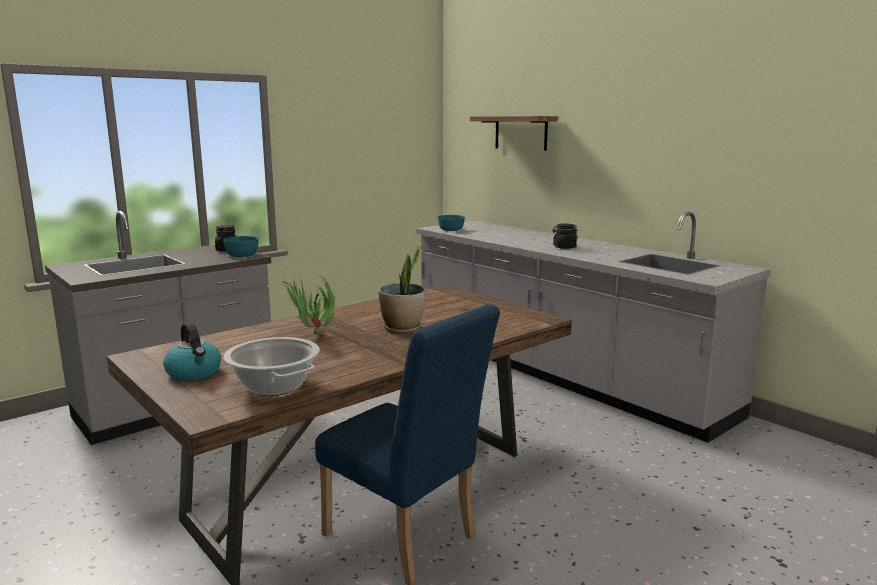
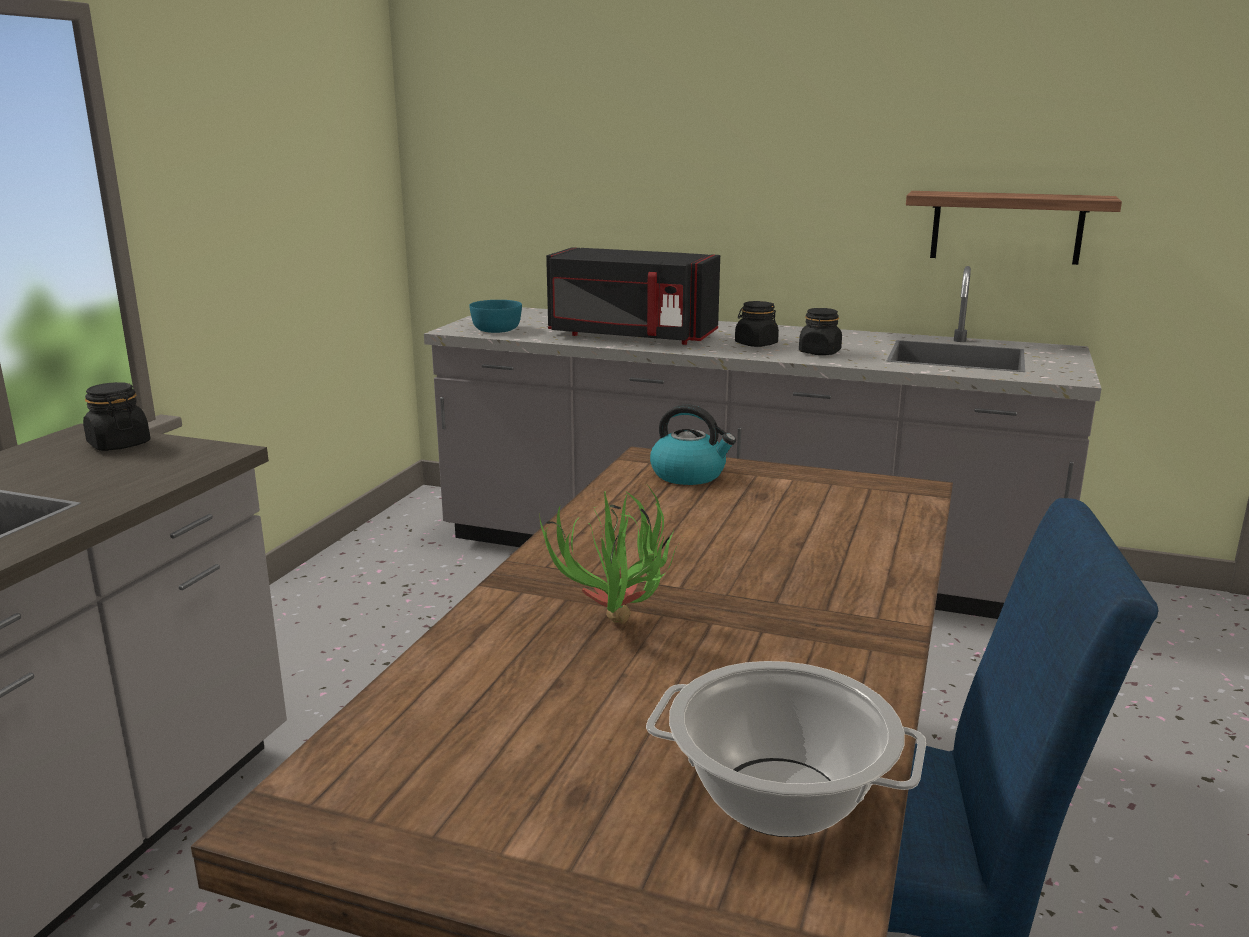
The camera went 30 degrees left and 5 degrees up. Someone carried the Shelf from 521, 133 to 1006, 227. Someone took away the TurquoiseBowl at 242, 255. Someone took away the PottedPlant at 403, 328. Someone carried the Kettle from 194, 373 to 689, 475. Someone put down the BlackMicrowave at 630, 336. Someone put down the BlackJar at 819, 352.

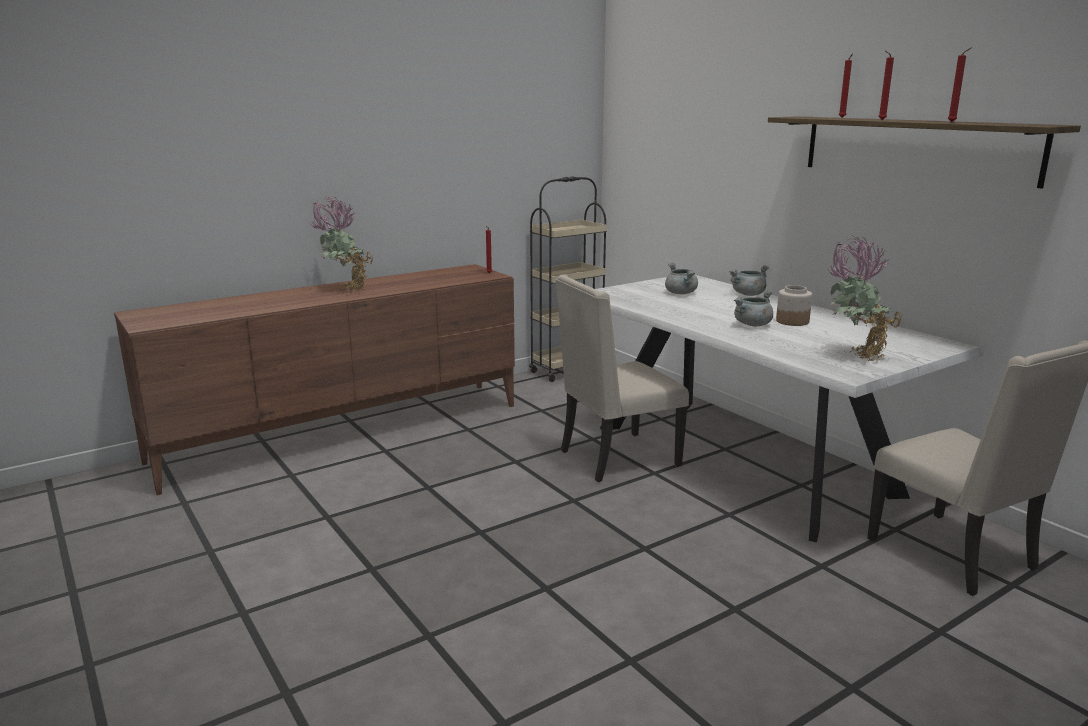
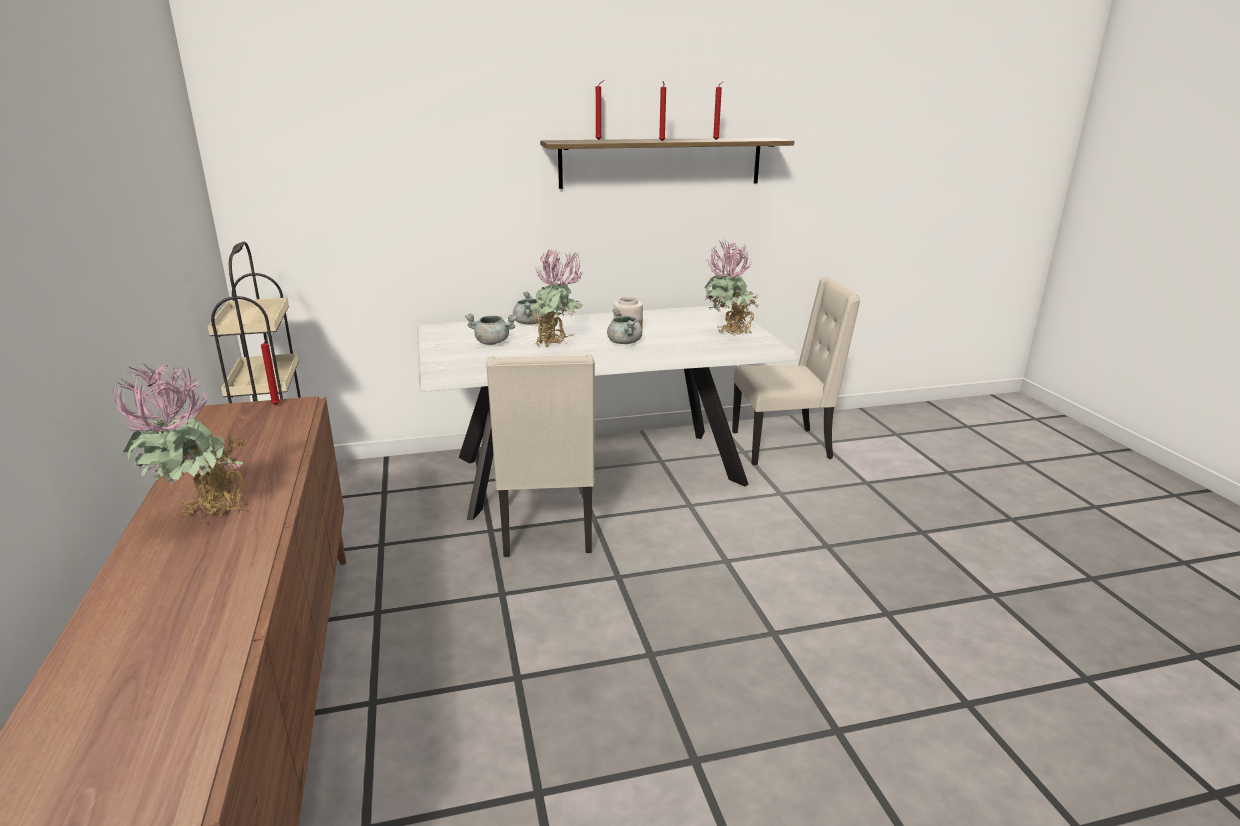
The camera went 70 degrees left and 5 degrees up. Someone put down the PottedPlant at 557, 346.

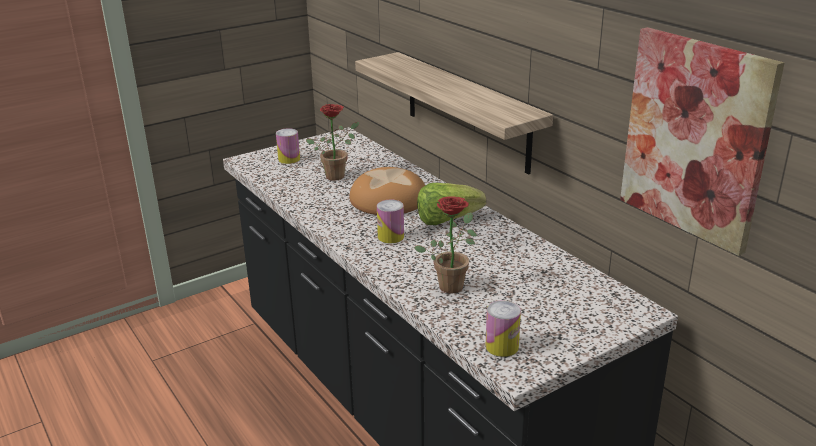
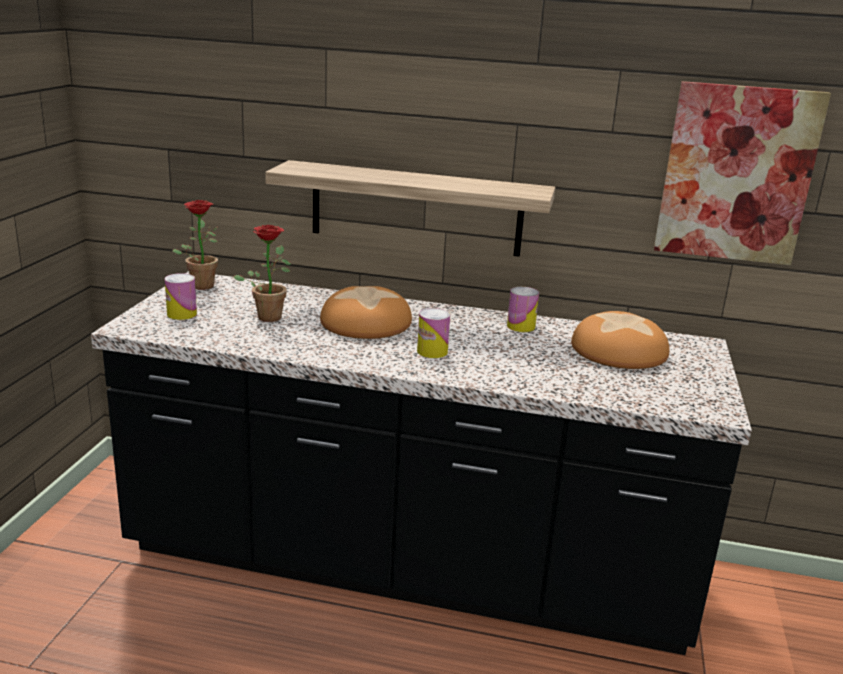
The camera went 45 degrees left and 5 degrees down. Someone took away the Lettuce at 447, 220. Someone carried the PottedPlant from 452, 284 to 201, 284. Someone carried the Can from 502, 346 to 521, 326. Someone put down the Bread at 618, 351.

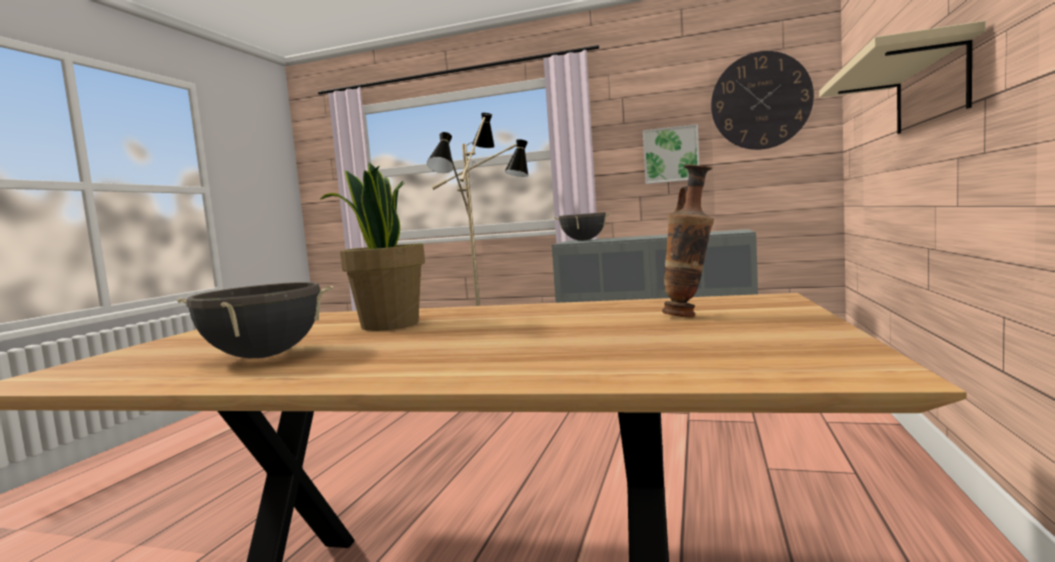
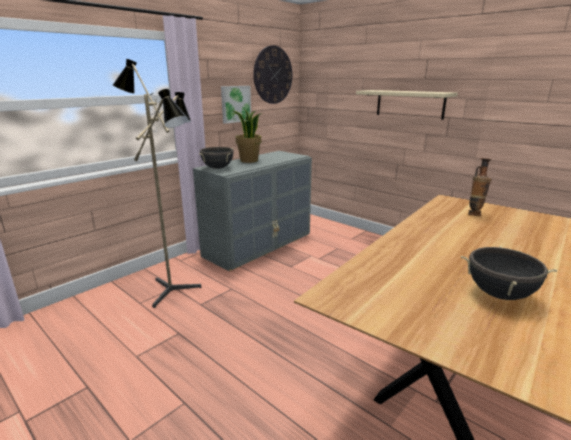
The camera went 65 degrees left and 15 degrees up. Someone carried the PottedPlant from 388, 325 to 249, 161.

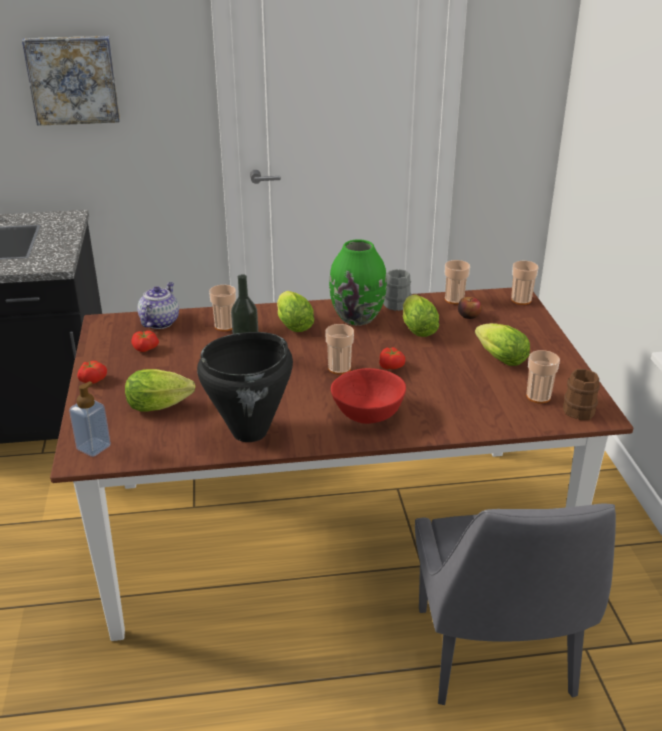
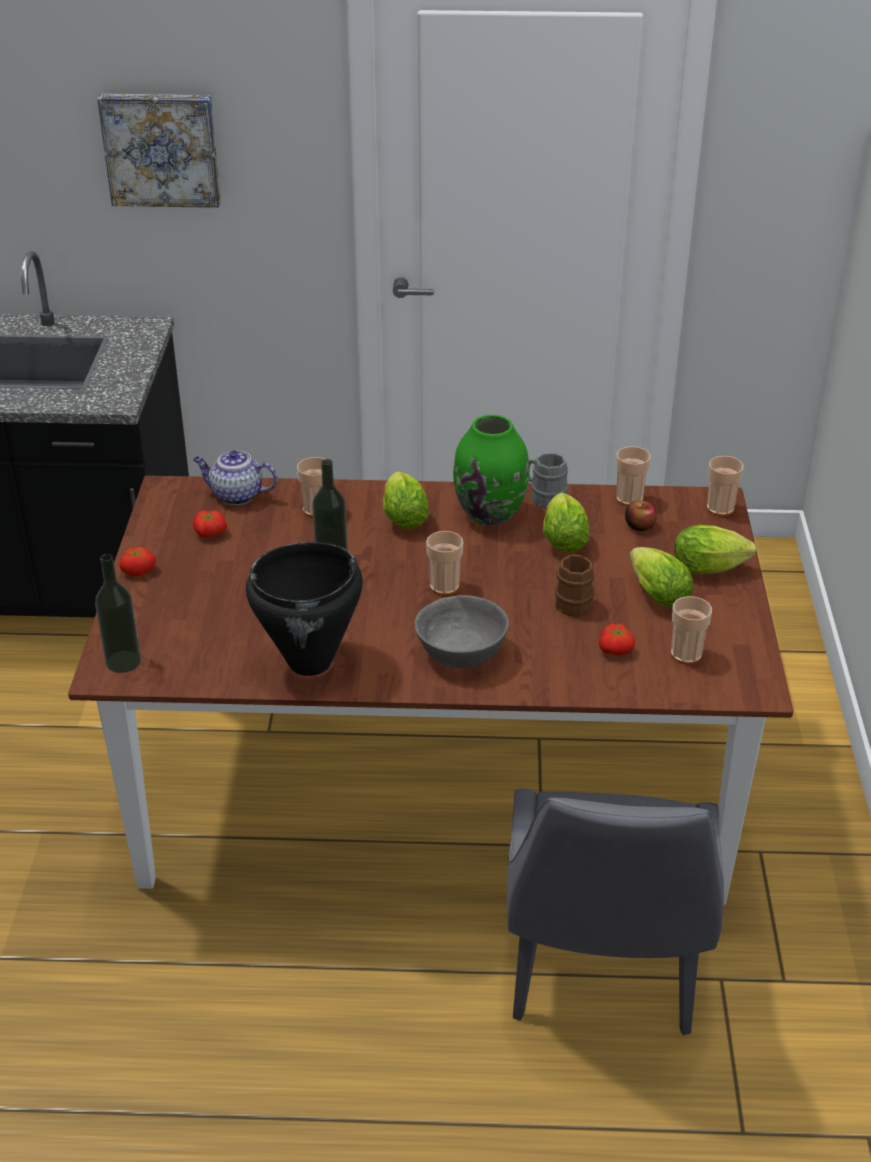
The camera went 10 degrees right and 5 degrees up. Someone rotated the Teapot at 160, 322 by 105 degrees counterclockwise. Someone carried the Tomato from 392, 366 to 616, 649. Someone repainted the RedBowl at 367, 412, which became the GreyBowl at 461, 652. Someone carried the Lettuce from 162, 406 to 712, 569. Someone carried the BrownMug from 577, 408 to 574, 601. Someone swapped the SoapDispenser at 93, 447 for the Bottle at 123, 661.

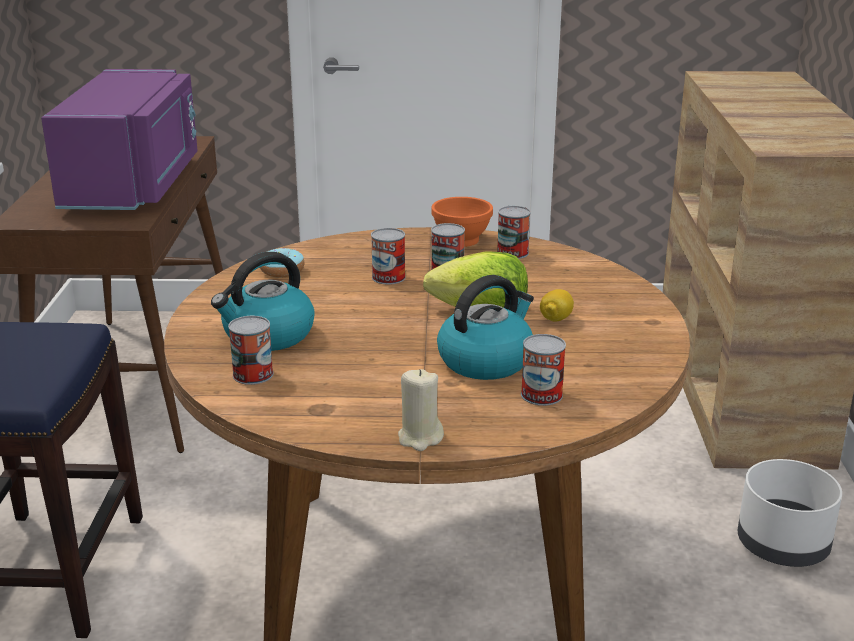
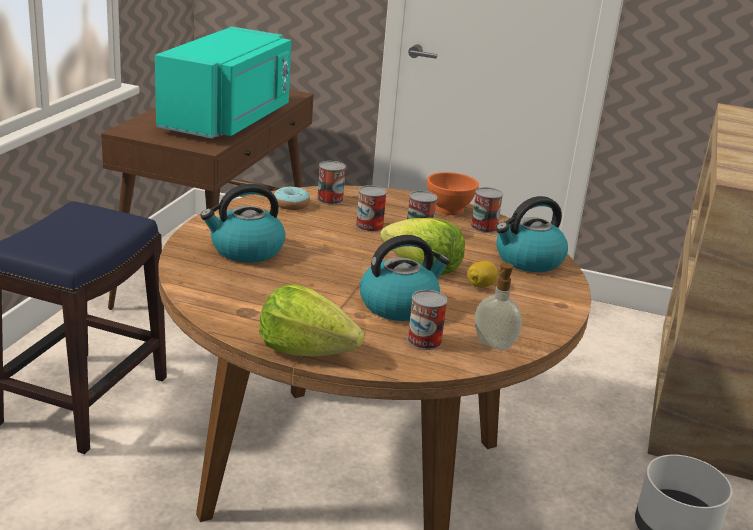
The camera went 15 degrees right and 0 degrees up. Someone repainted the PurpleMicrowave at 135, 184, which became the TurquoiseMicrowave at 229, 120. Someone carried the Can from 253, 374 to 330, 199. Someone swapped the BeigeCandle at 420, 438 for the Lettuce at 305, 350. Someone put down the Kettle at 528, 260. Someone put down the SoapDispenser at 493, 345.

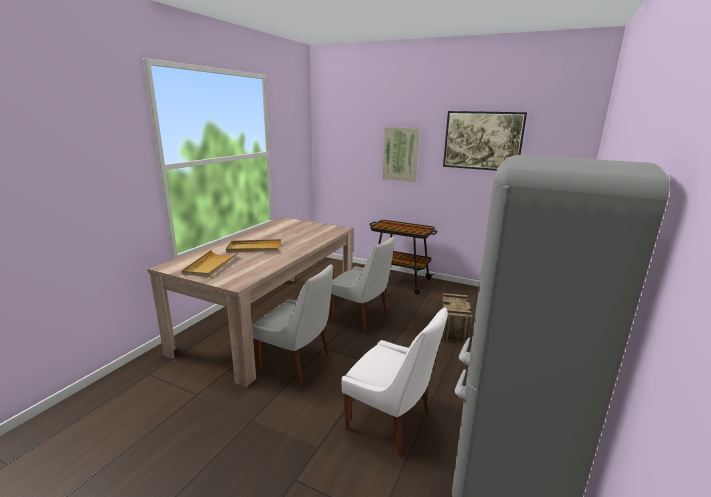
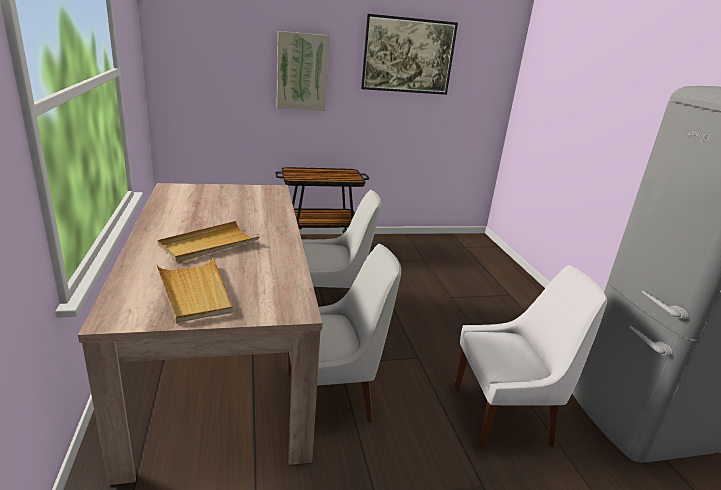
The camera went 40 degrees left and 5 degrees up. Someone took away the Crate at 454, 329.

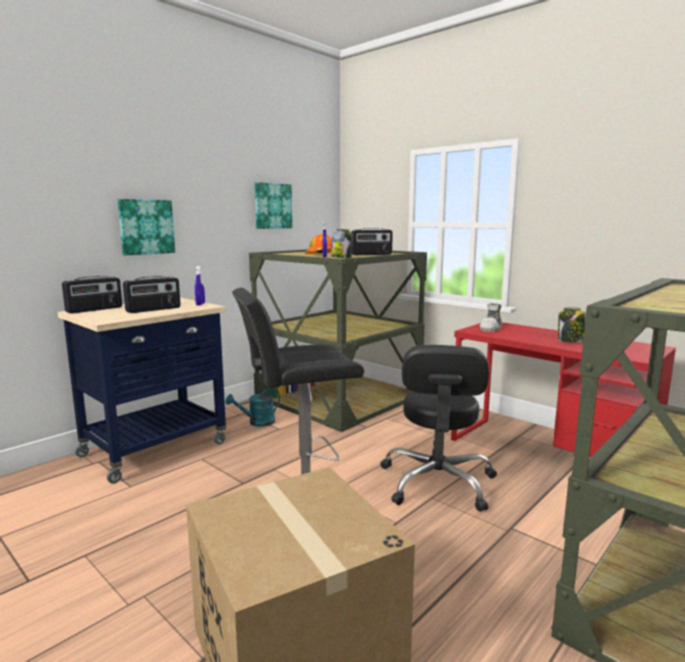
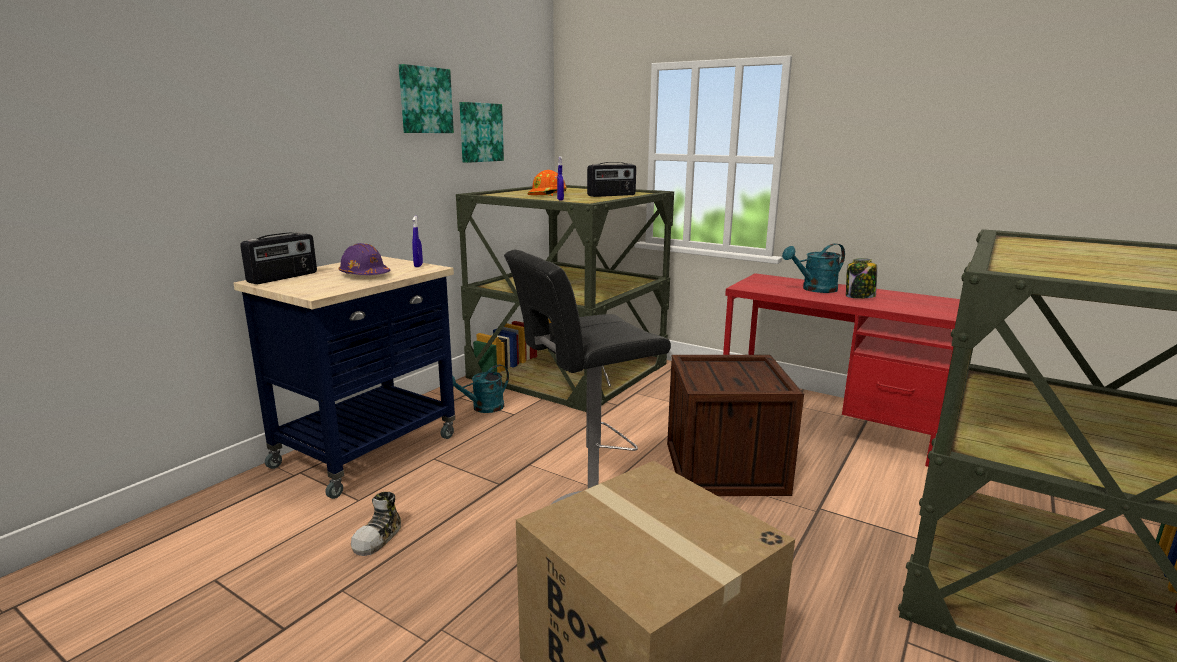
The camera went 10 degrees left and 5 degrees up. Someone carried the Picture from 146, 227 to 425, 100. Someone took away the Jar at 341, 257. Someone swapped the Radio at 154, 310 for the PurpleHardHat at 364, 275. Someone carried the Shoe from 491, 328 to 379, 538. Someone swapped the BlackOfficeChair at 437, 485 for the Crate at 724, 468. Someone put down the TurquoiseWateringCan at 814, 289.

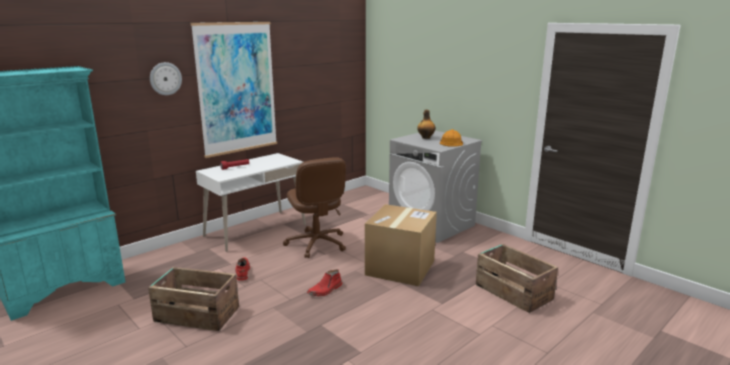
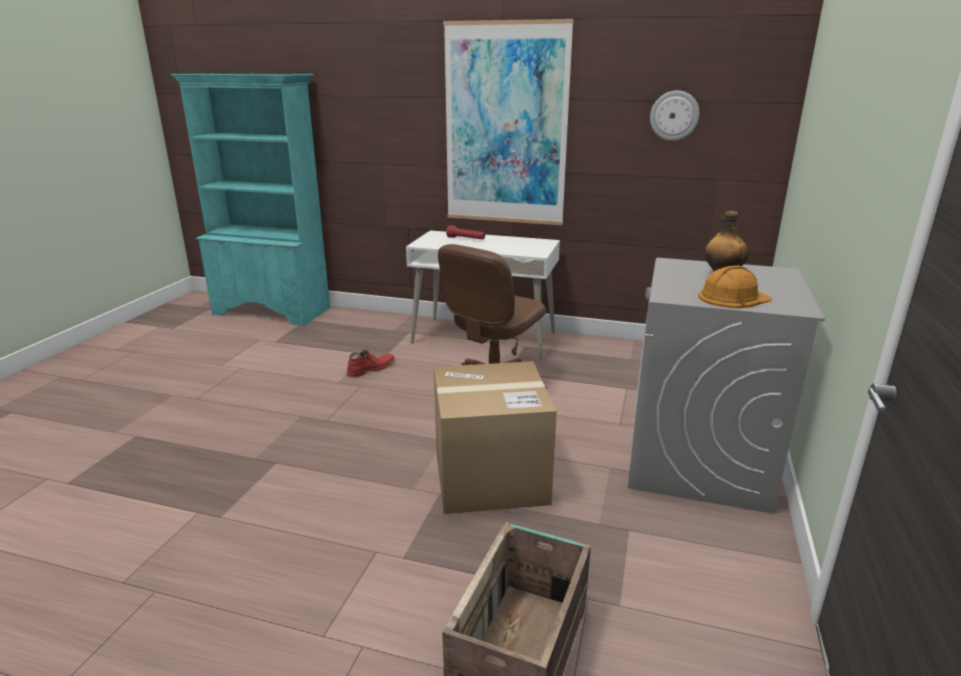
The camera went 60 degrees right and 5 degrees up. Someone carried the WallClock from 165, 78 to 674, 115. Someone took away the Crate at 196, 314. Someone took away the RedBoot at 325, 290.

